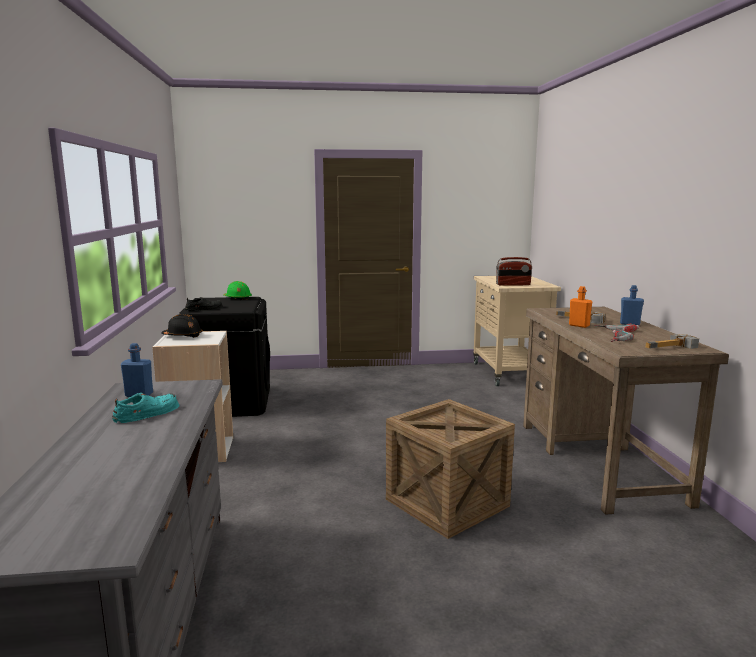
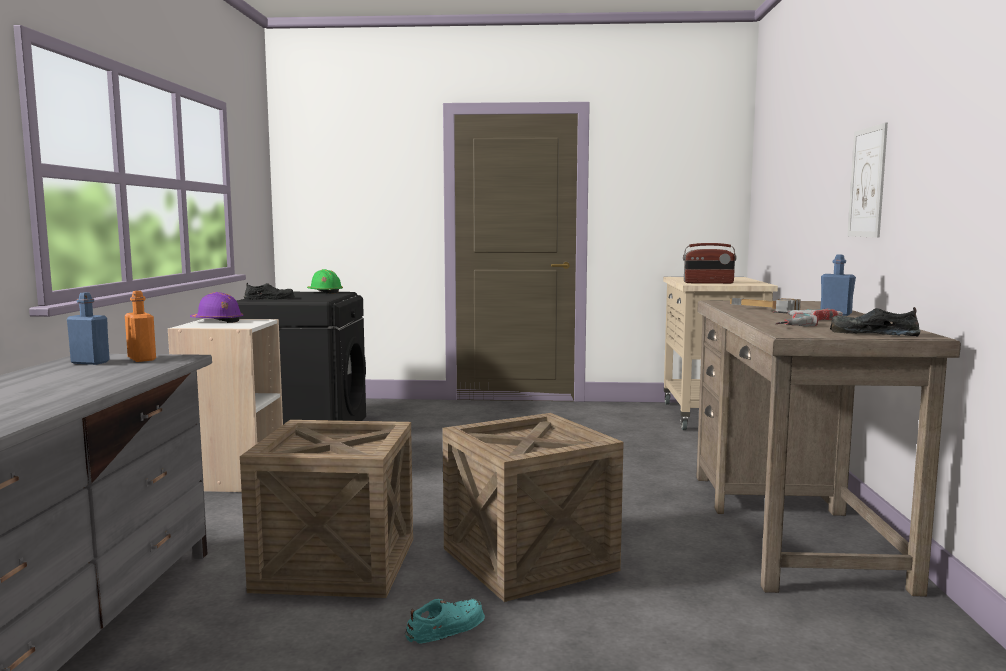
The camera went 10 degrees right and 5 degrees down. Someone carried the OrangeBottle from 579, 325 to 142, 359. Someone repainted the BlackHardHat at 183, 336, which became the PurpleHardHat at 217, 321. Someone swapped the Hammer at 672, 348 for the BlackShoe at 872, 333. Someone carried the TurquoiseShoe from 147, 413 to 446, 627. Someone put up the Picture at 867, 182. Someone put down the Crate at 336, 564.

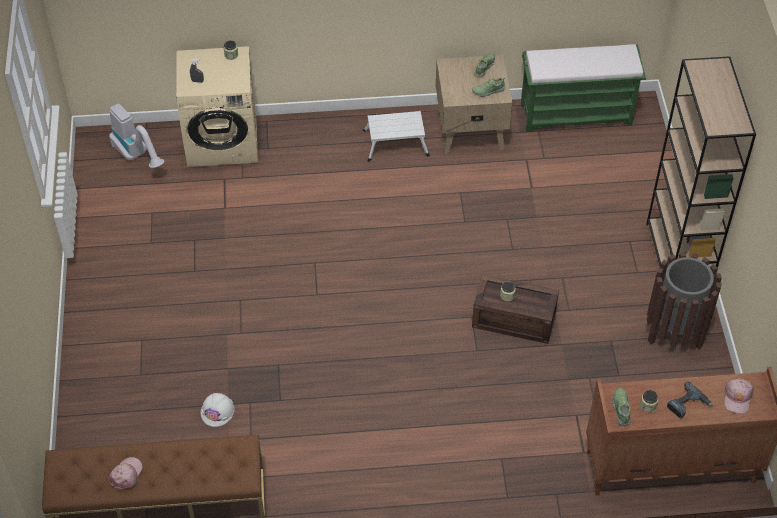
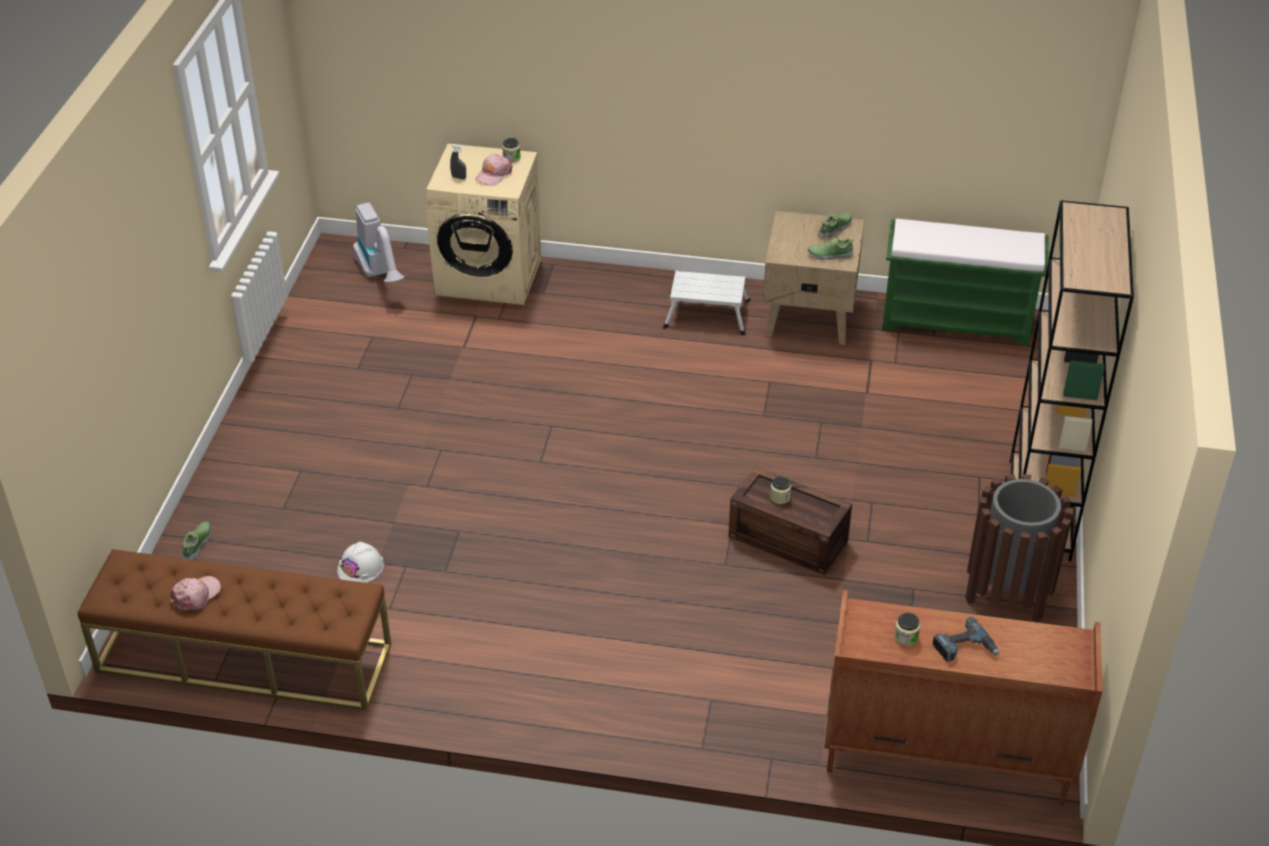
The camera went 15 degrees right and 10 degrees down. Someone carried the PinkCap from 737, 397 to 493, 174. Someone carried the Shoe from 621, 409 to 197, 544.

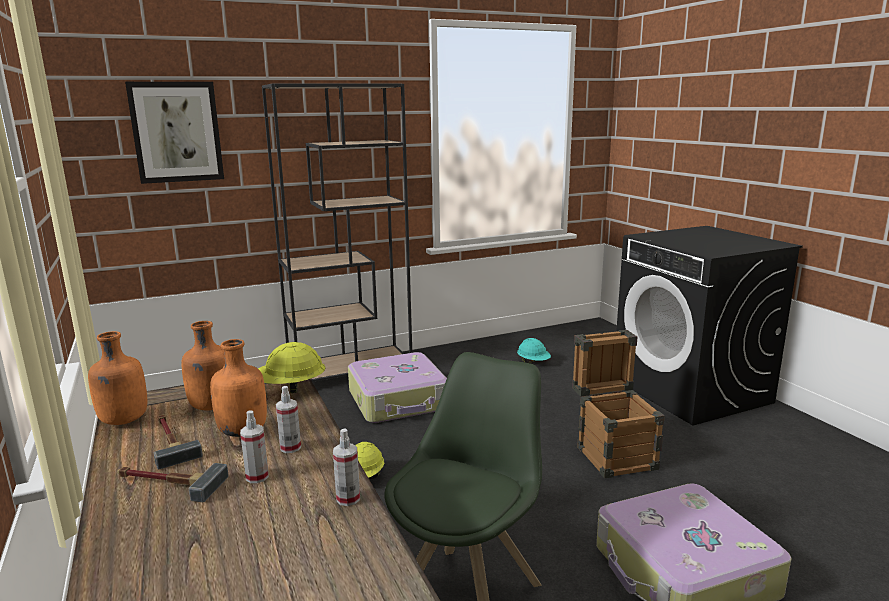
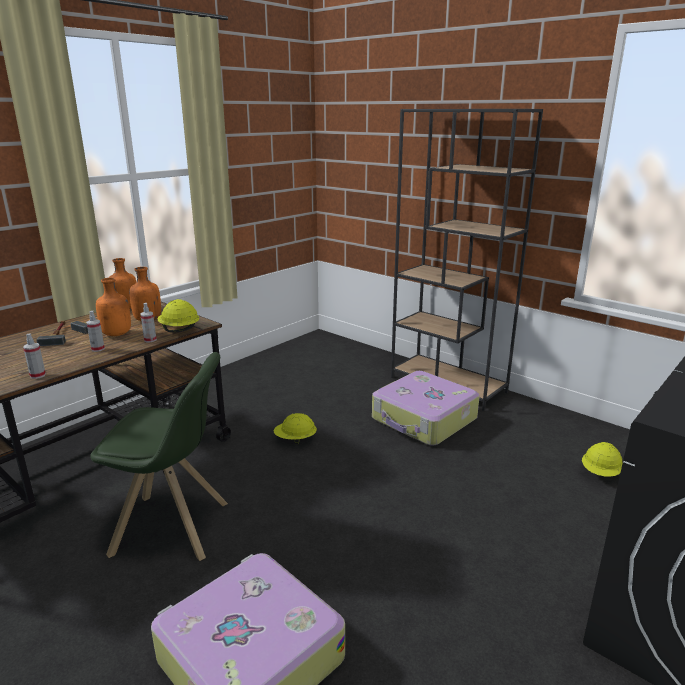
The camera went 65 degrees right and 5 degrees up. Someone took away the Picture at 176, 132. Someone took away the Crate at 612, 453. Someone repainted the TurquoiseHardHat at 533, 362, which became the YellowHardHat at 600, 473. Someone carried the SprayBottle from 257, 476 to 150, 340.

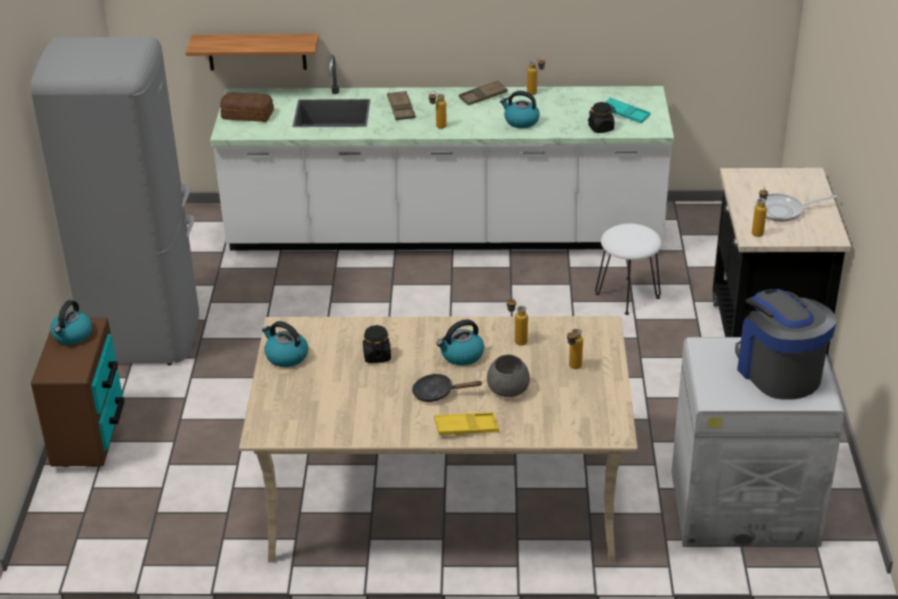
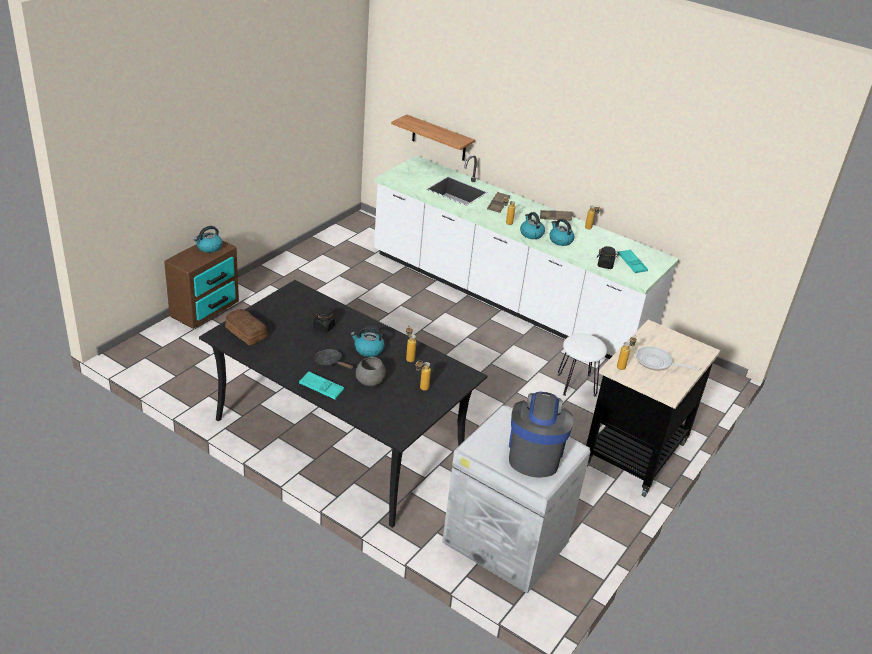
The camera went 30 degrees right and 0 degrees up. Someone took away the GreyFridge at 147, 334. Someone carried the Bread from 247, 114 to 246, 332. Someone repainted the BeigeDiningTable at 444, 498, which became the BlackDiningTable at 340, 438. Someone carried the Kettle from 286, 356 to 531, 234. Someone repainted the YellowTray at 466, 428, which became the TurquoiseTray at 321, 388.

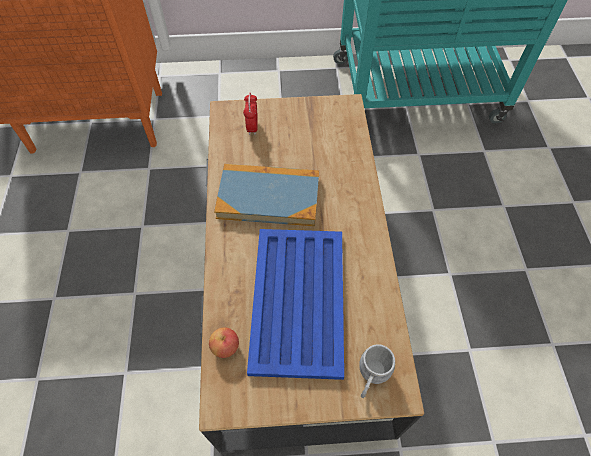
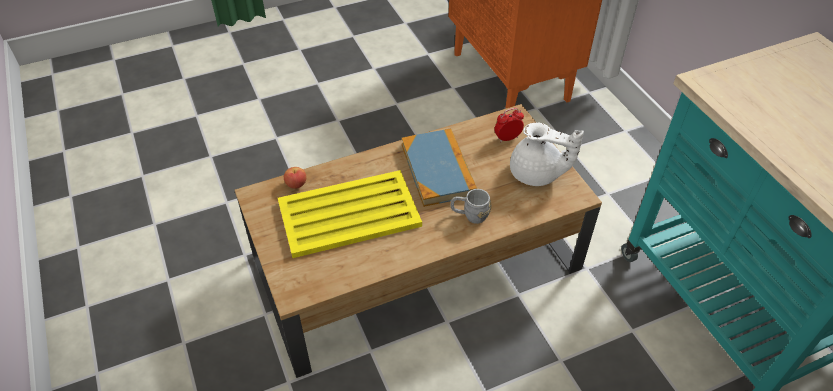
The camera went 70 degrees right and 10 degrees down. Someone repainted the BlueTray at 297, 301, which became the YellowTray at 347, 214. Someone carried the GreyMug from 370, 377 to 470, 215. Someone put down the WhiteTeapot at 537, 174.

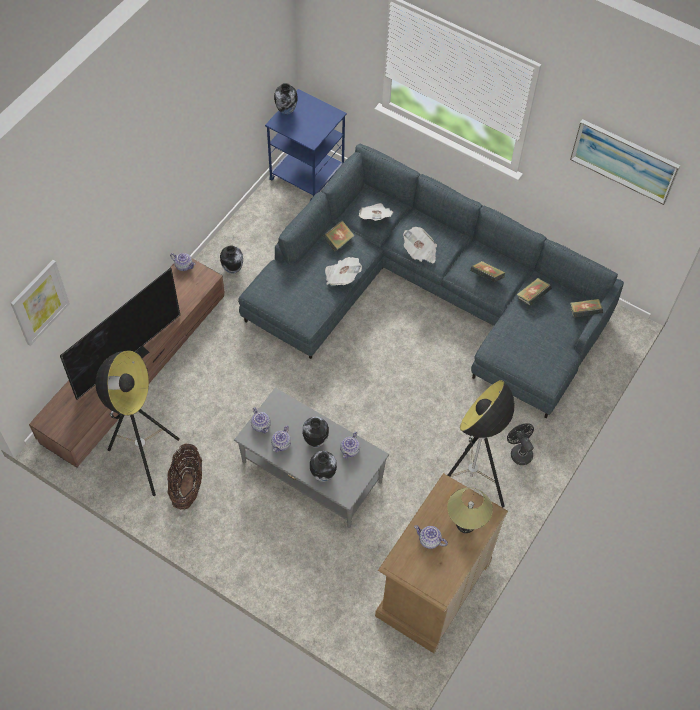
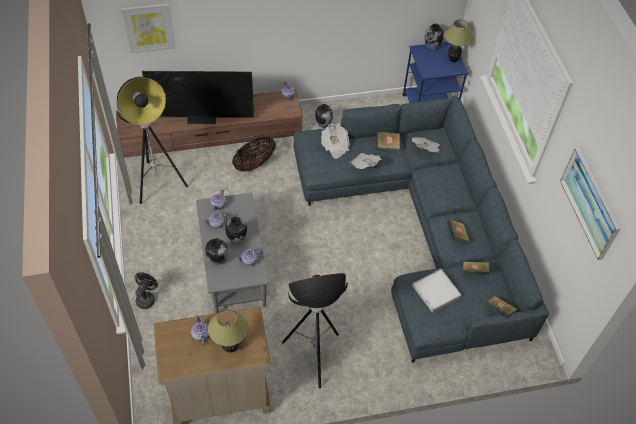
The camera went 45 degrees right and 5 degrees down. Someone carried the Newspaper from 420, 252 to 335, 146. Someone carried the BlackFan from 519, 452 to 146, 298. Someone carried the Basket from 187, 485 to 254, 163. Someone put down the TableLamp at 453, 59. Someone put down the WhiteTray at 436, 291.

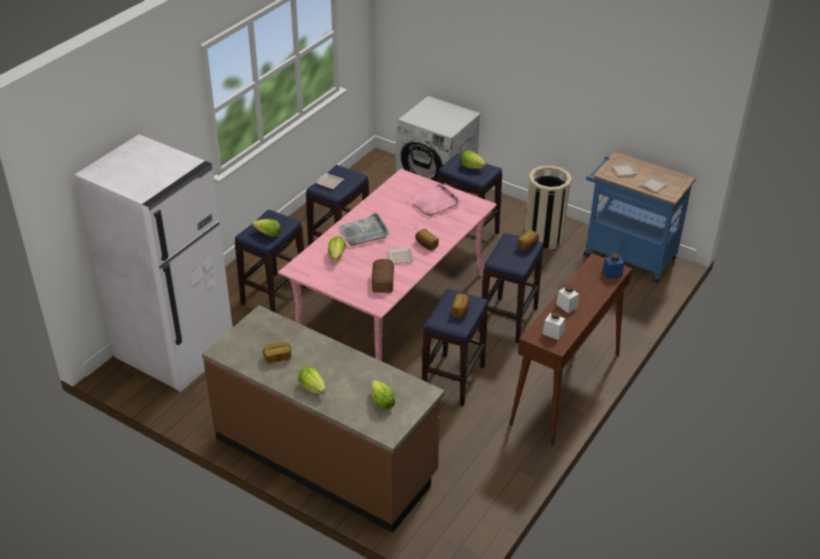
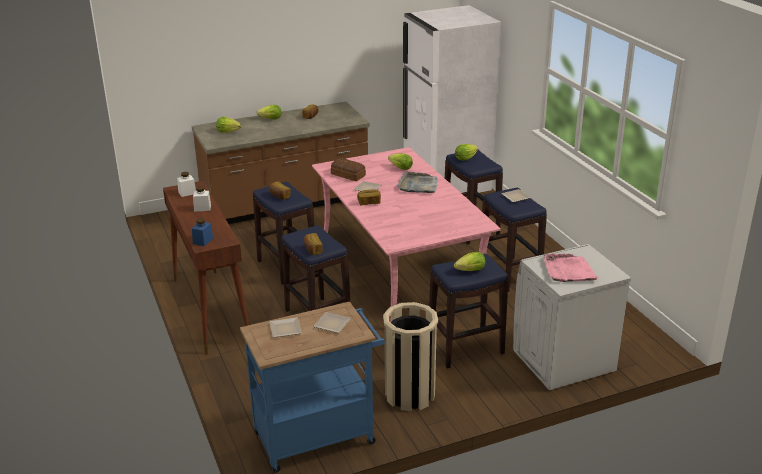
The camera went 125 degrees right and 10 degrees down. Someone carried the PinkTray from 435, 202 to 568, 270.

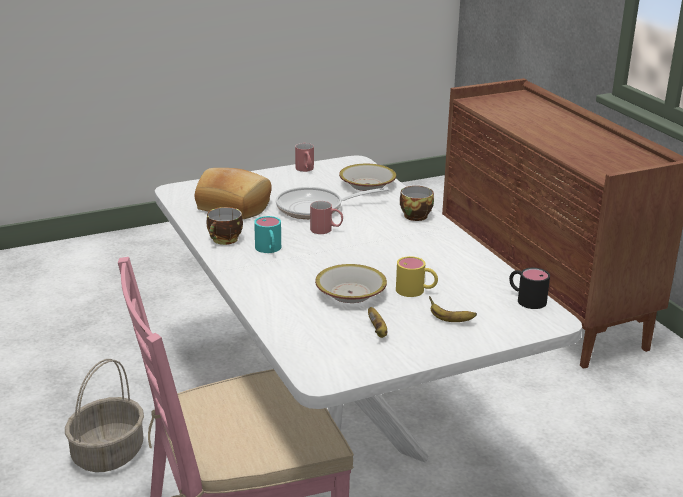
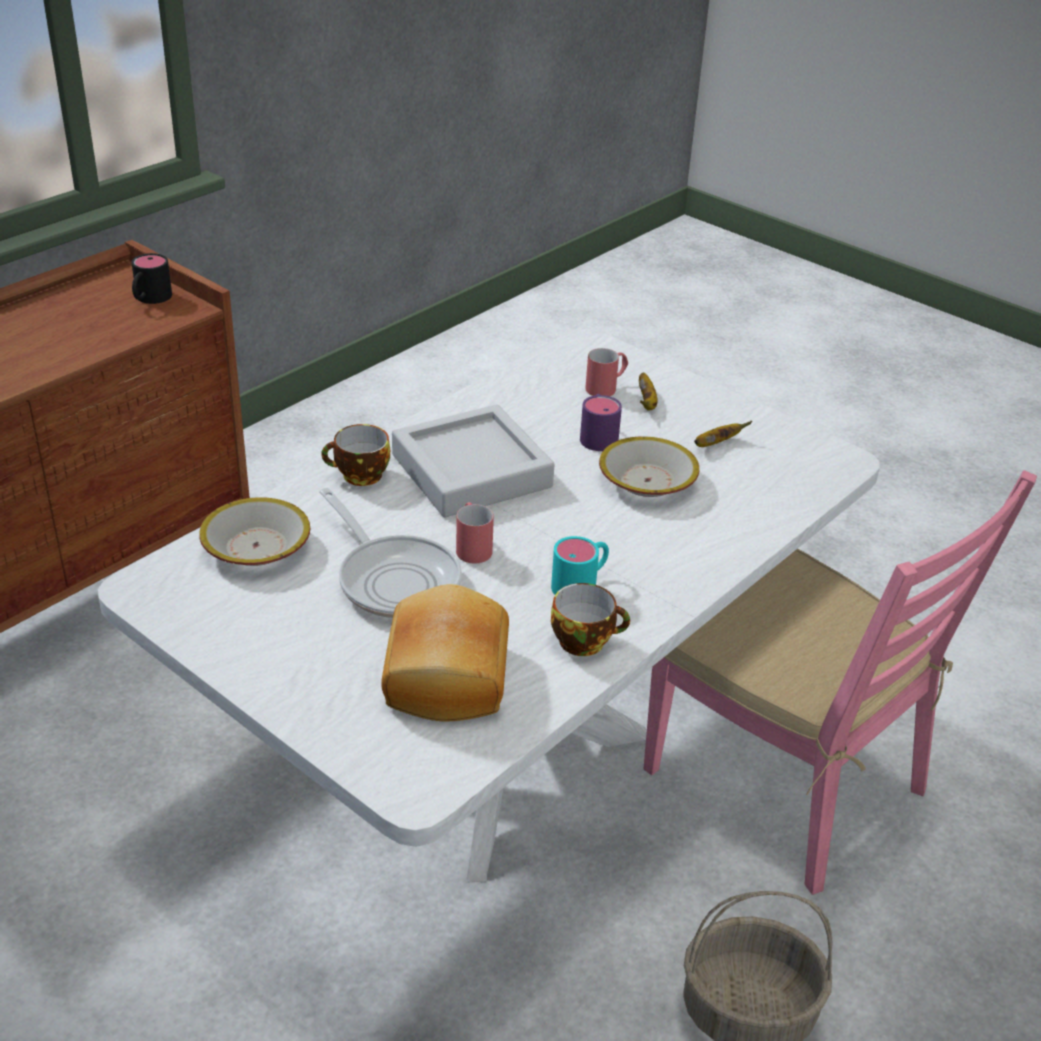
The camera went 115 degrees left and 10 degrees up. Someone carried the RedMug from 305, 170 to 606, 387. Someone repainted the YellowMug at 416, 291, which became the PurpleMug at 598, 435. Someone carried the BlackMug from 526, 299 to 149, 299. Someone put down the GreyTray at 471, 471.

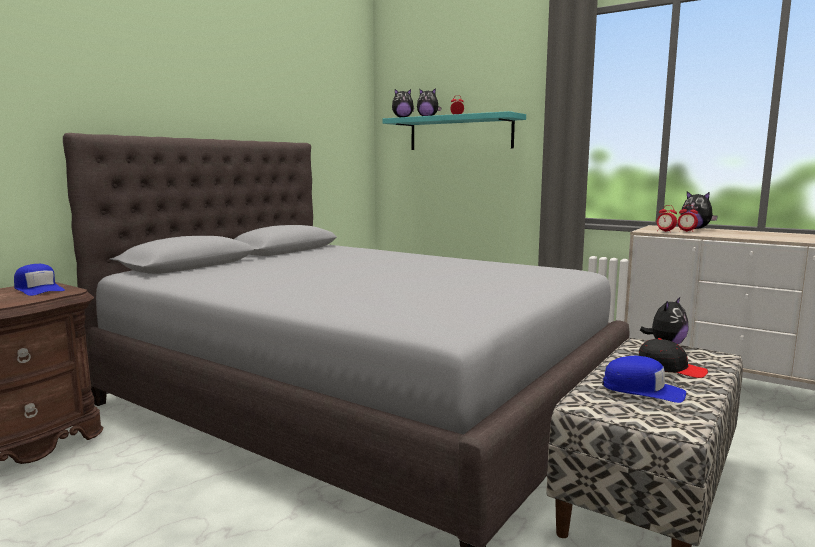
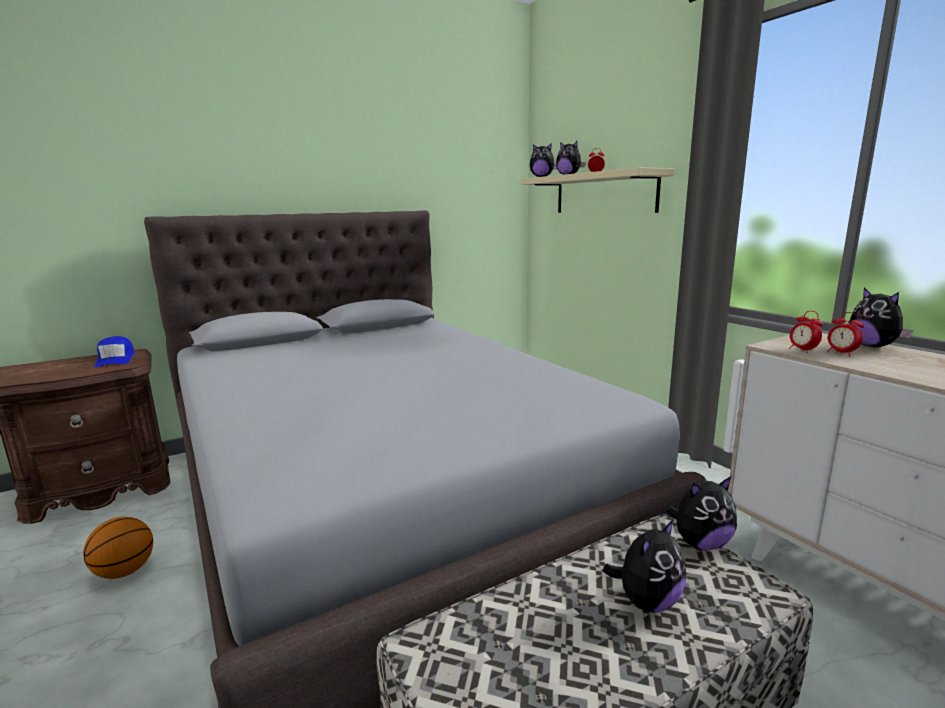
The camera went 25 degrees right and 5 degrees up. Someone repainted the TurquoiseShelf at 460, 133, which became the BeigeShelf at 604, 193. Someone swapped the BlackCap at 670, 368 for the PlushToy at 647, 601. Someone took away the BlueCap at 643, 390. Someone put down the Basketball at 125, 571.

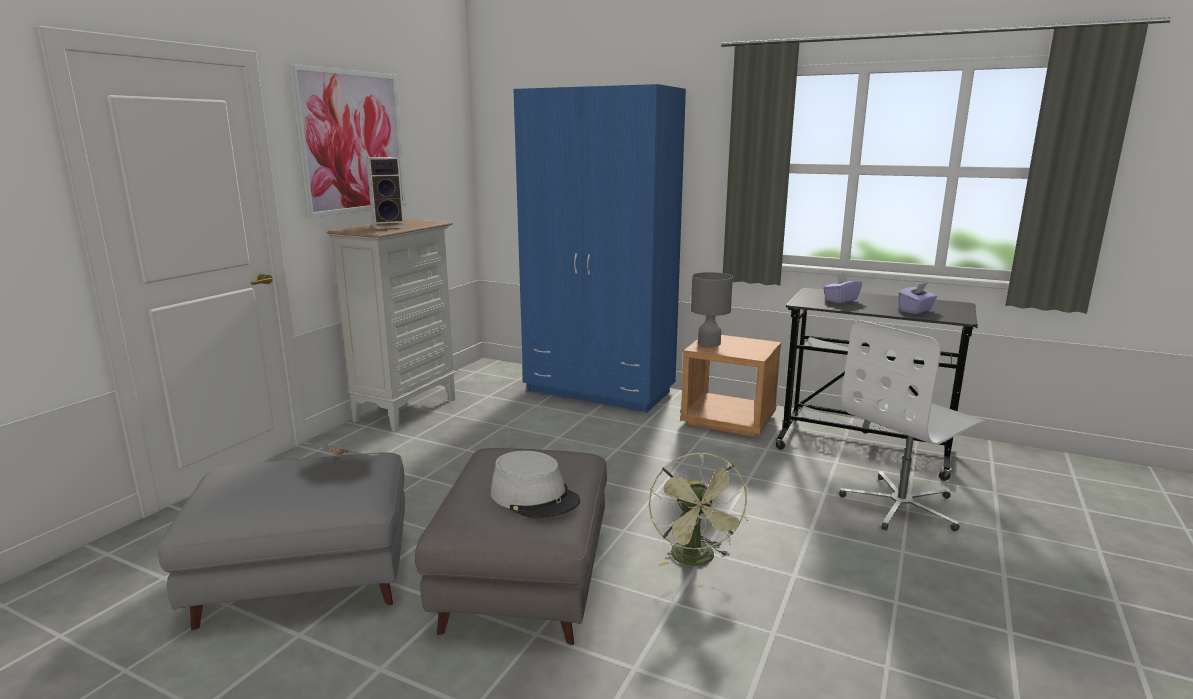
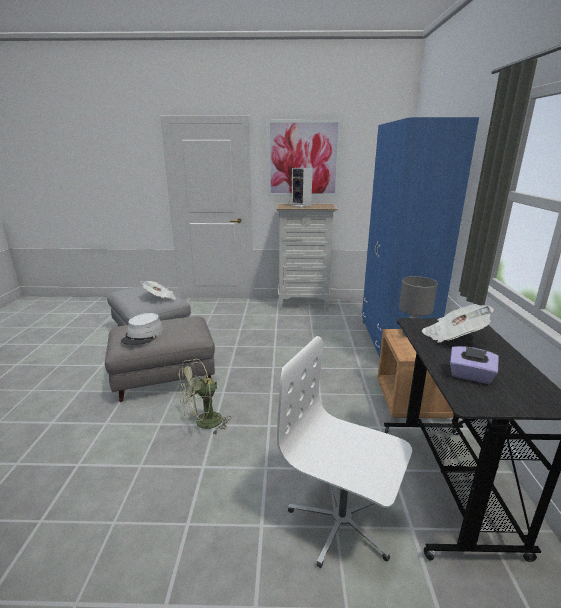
The camera went 65 degrees right and 5 degrees up. Someone swapped the PurpleTissueBox at 840, 300 for the Newspaper at 453, 337.

